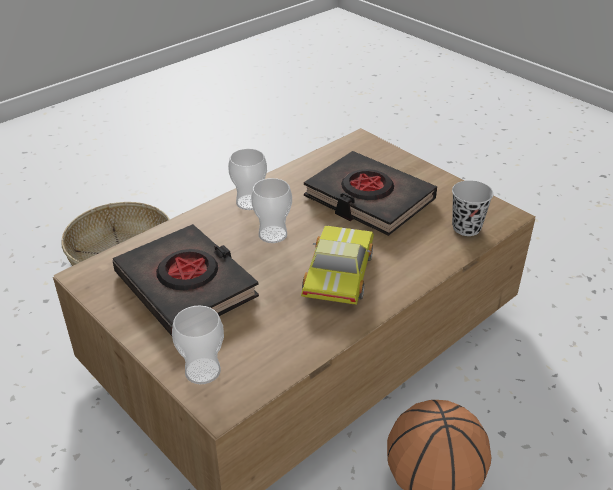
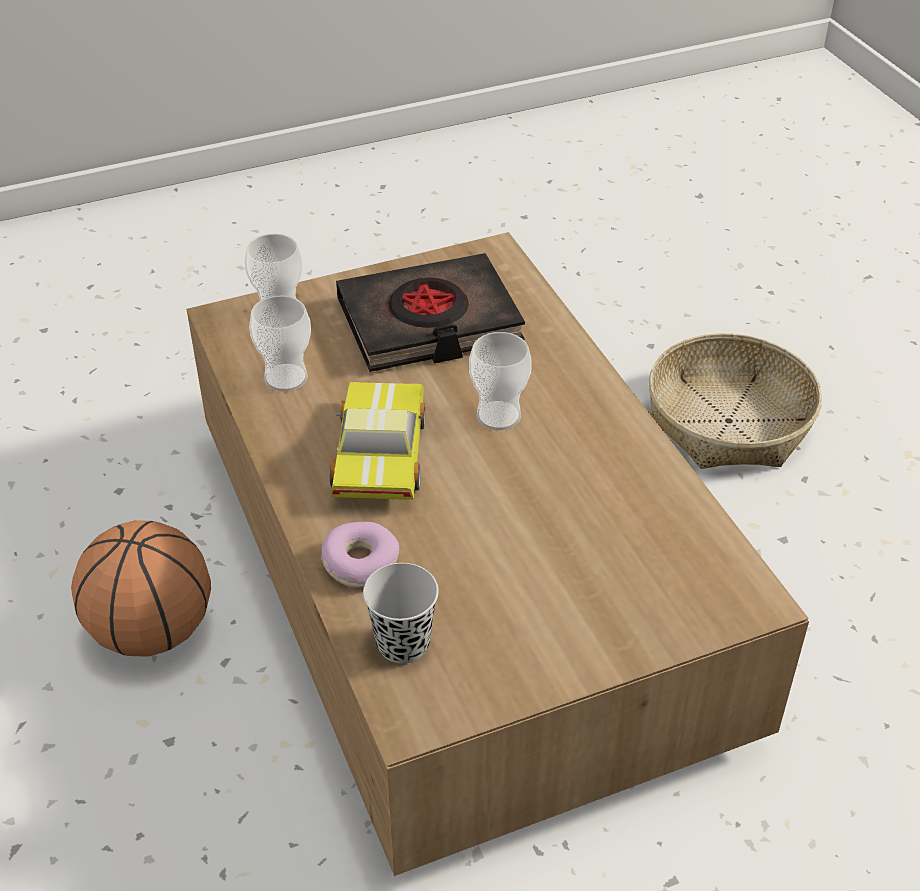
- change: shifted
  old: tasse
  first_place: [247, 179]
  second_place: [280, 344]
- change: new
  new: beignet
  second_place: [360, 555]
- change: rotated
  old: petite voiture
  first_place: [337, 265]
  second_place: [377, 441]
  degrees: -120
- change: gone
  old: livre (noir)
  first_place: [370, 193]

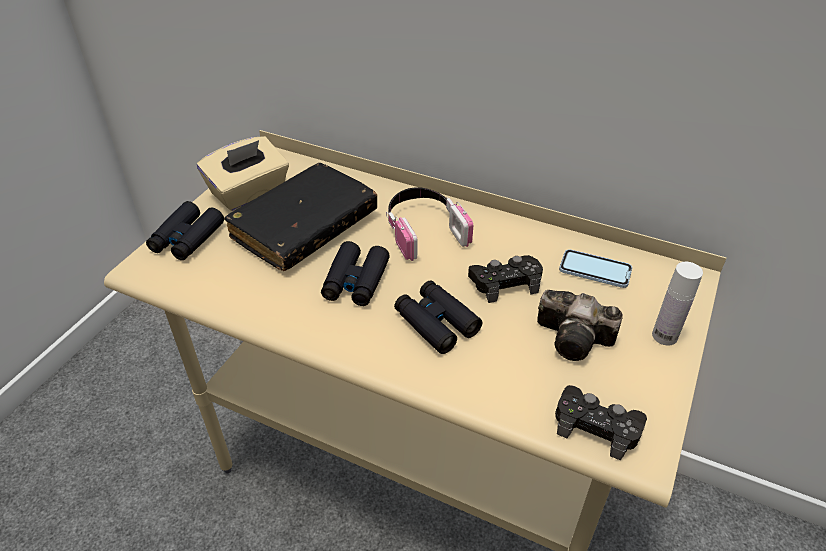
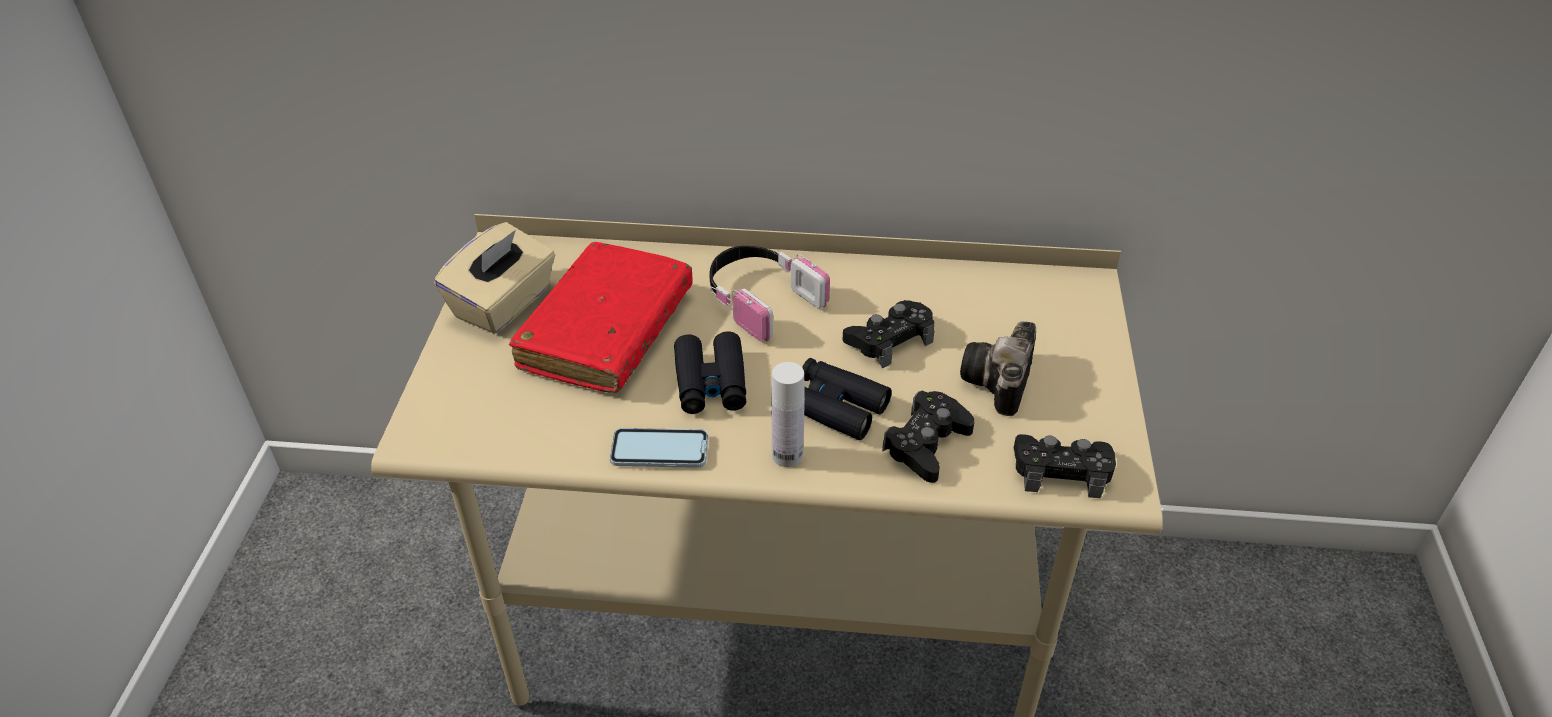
- change: repainted
  old: livre (noir)
  new: livre (rouge)
  first_place: [300, 217]
  second_place: [600, 317]
- change: shifted
  old: téléphone
  first_place: [595, 268]
  second_place: [659, 448]
- change: shifted
  old: bouteille (blanc)
  first_place: [677, 304]
  second_place: [788, 414]
- change: new
  new: manette (noir)
  second_place: [928, 437]
- change: rotated
  old: appareil photo
  first_place: [580, 325]
  second_place: [998, 368]
  degrees: 105
- change: gone
  old: jumelles (noir)
  first_place: [185, 230]

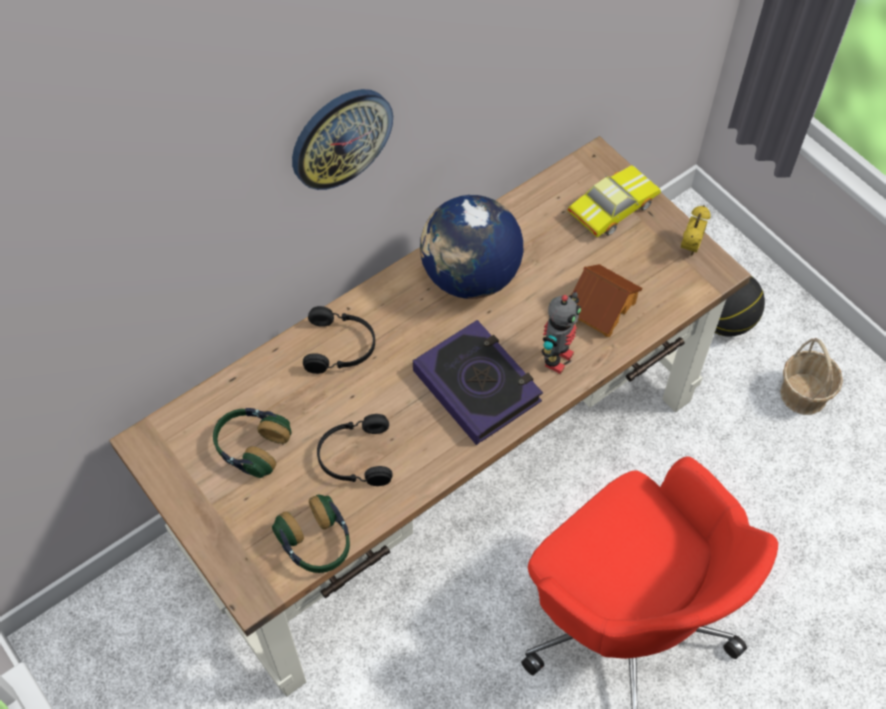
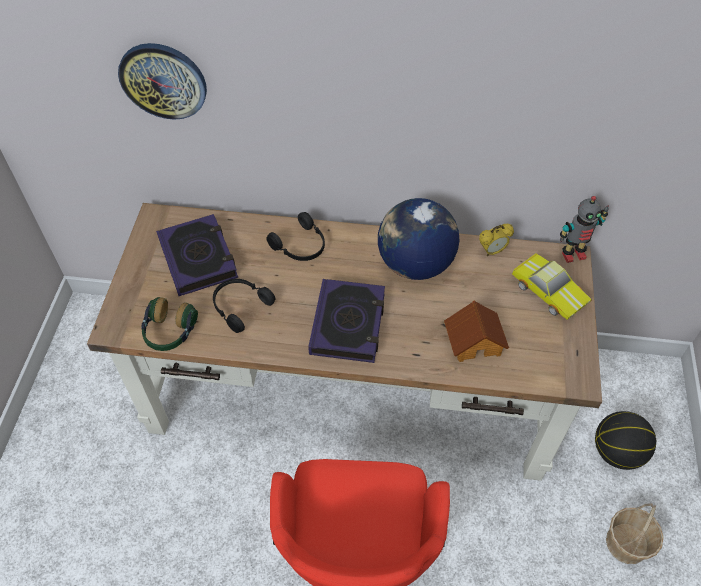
- change: shifted
  old: horloge murale
  first_place: [342, 139]
  second_place: [162, 81]
- change: swapped
  old: casque audio
  new: livre
  first_place: [252, 443]
  second_place: [197, 255]
- change: shifted
  old: réveil
  first_place: [696, 230]
  second_place: [496, 240]
- change: rotated
  old: petite voiture
  first_place: [614, 201]
  second_place: [552, 286]
  degrees: 45
- change: shifted
  old: robot jouet
  first_place: [561, 332]
  second_place: [584, 229]

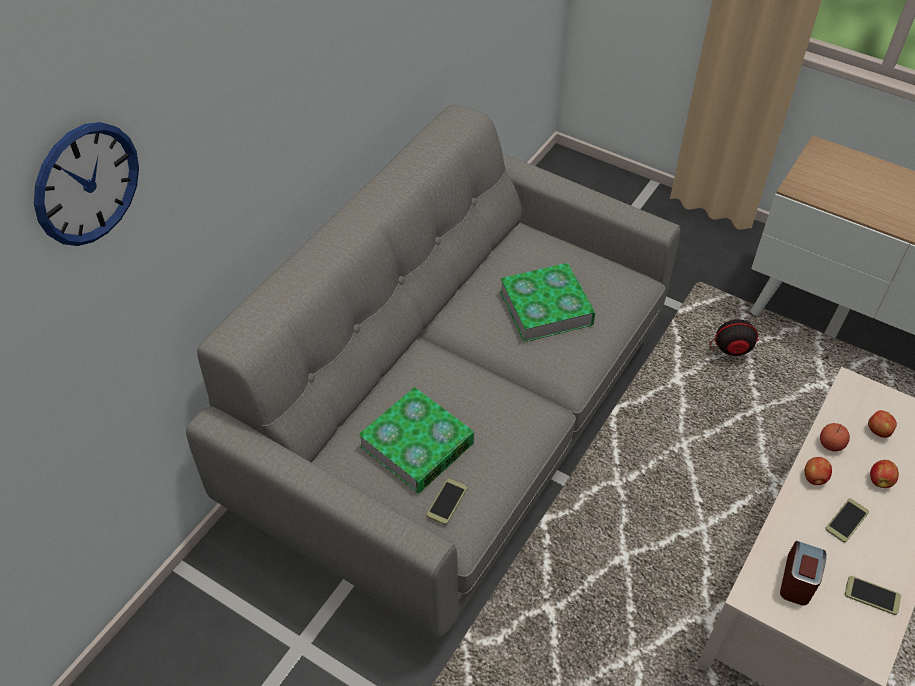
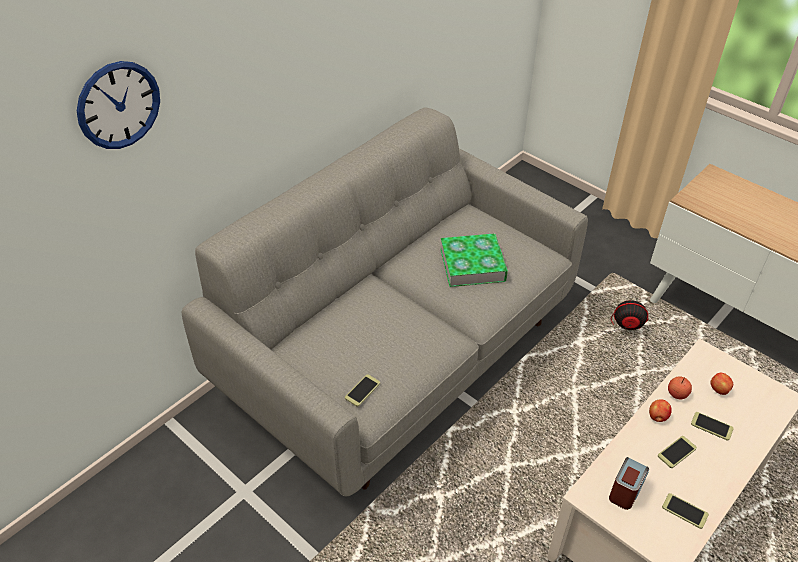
- change: swapped
  old: pomme
  new: téléphone
  first_place: [884, 474]
  second_place: [712, 426]
- change: gone
  old: livre
  first_place: [416, 440]

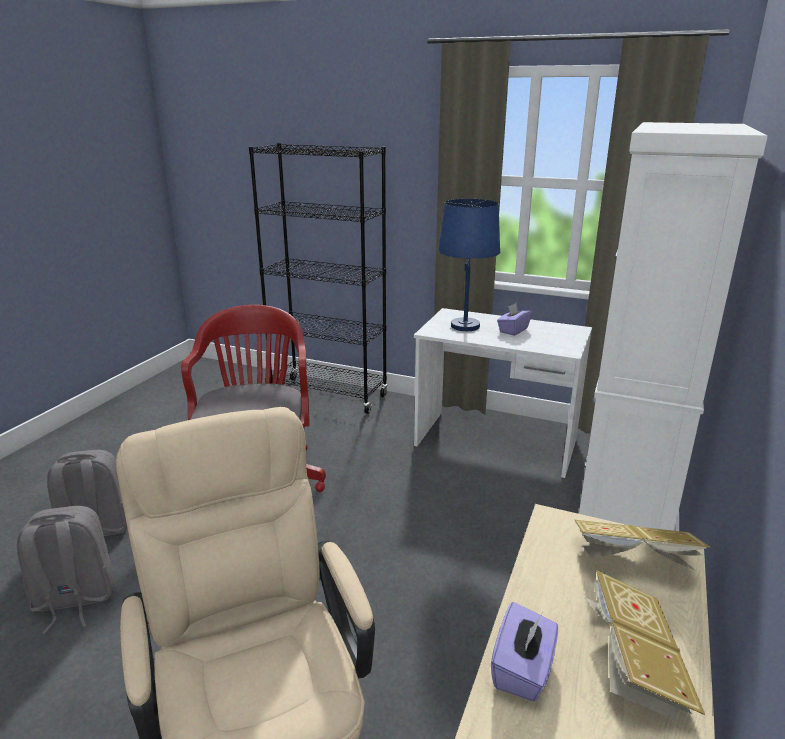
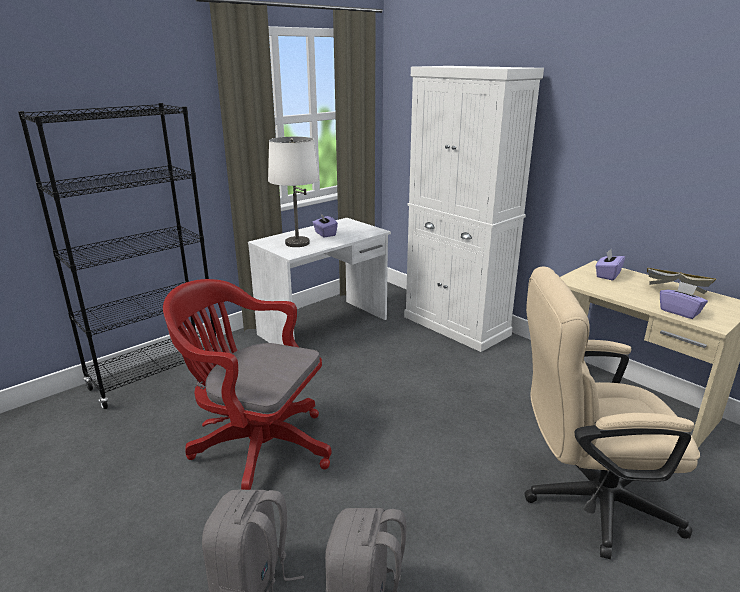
- change: repainted
  old: lampe de table (bleu)
  new: lampe de table (blanc)
  first_place: [469, 265]
  second_place: [294, 192]
- change: swapped
  old: livre
  new: boîte à mouchoirs (violet)
  first_place: [642, 545]
  second_place: [610, 265]

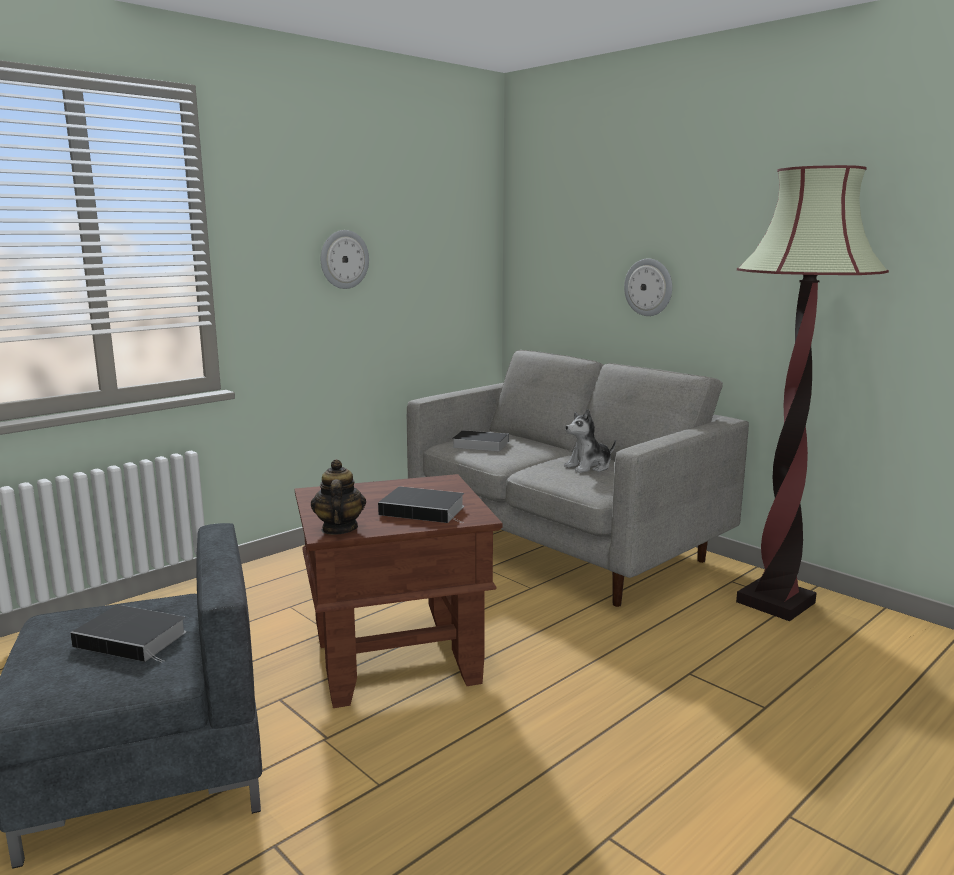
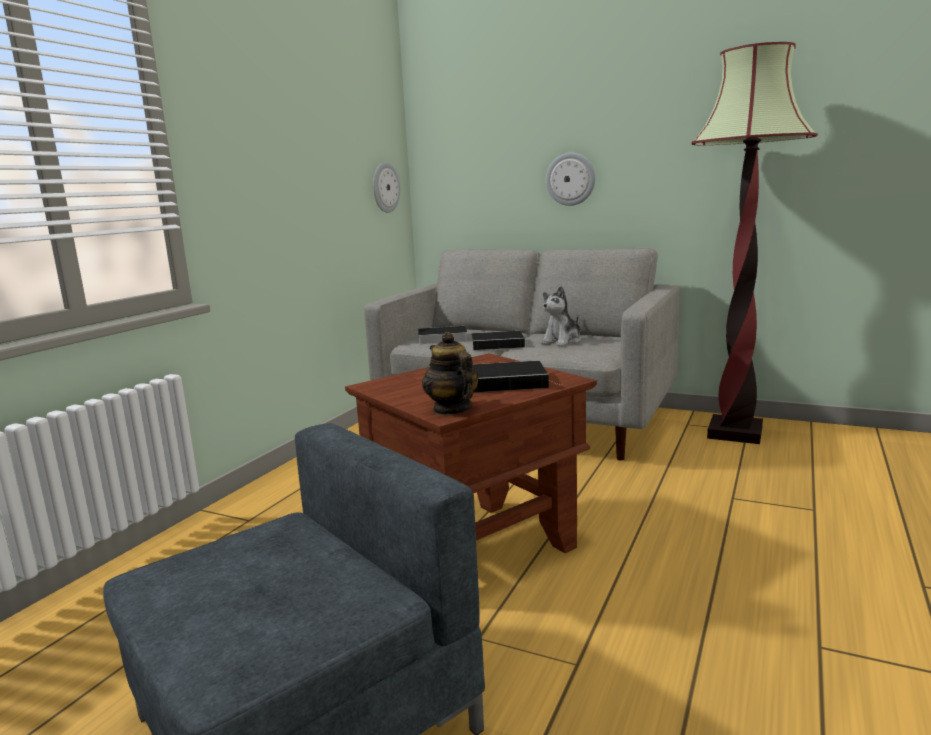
- change: shifted
  old: horloge murale
  first_place: [345, 259]
  second_place: [386, 187]
- change: shifted
  old: livre
  first_place: [128, 633]
  second_place: [502, 340]

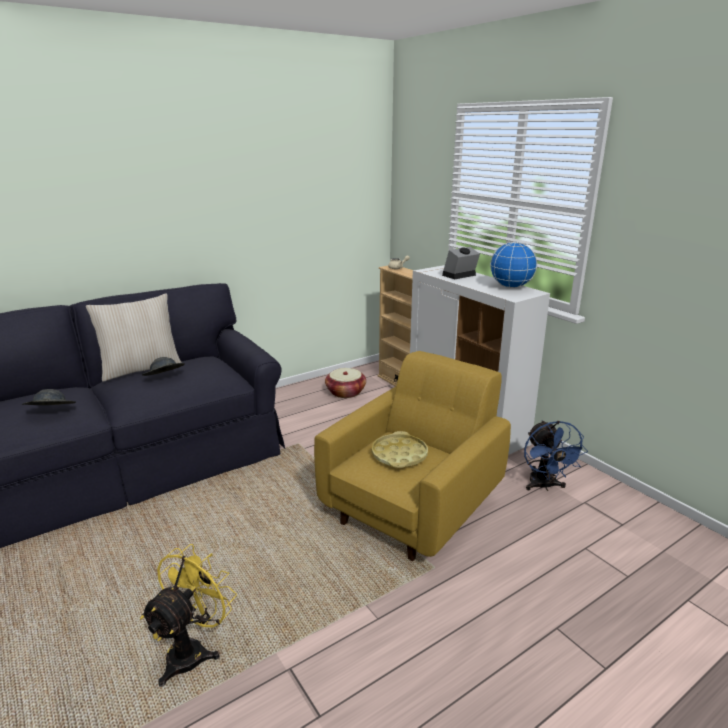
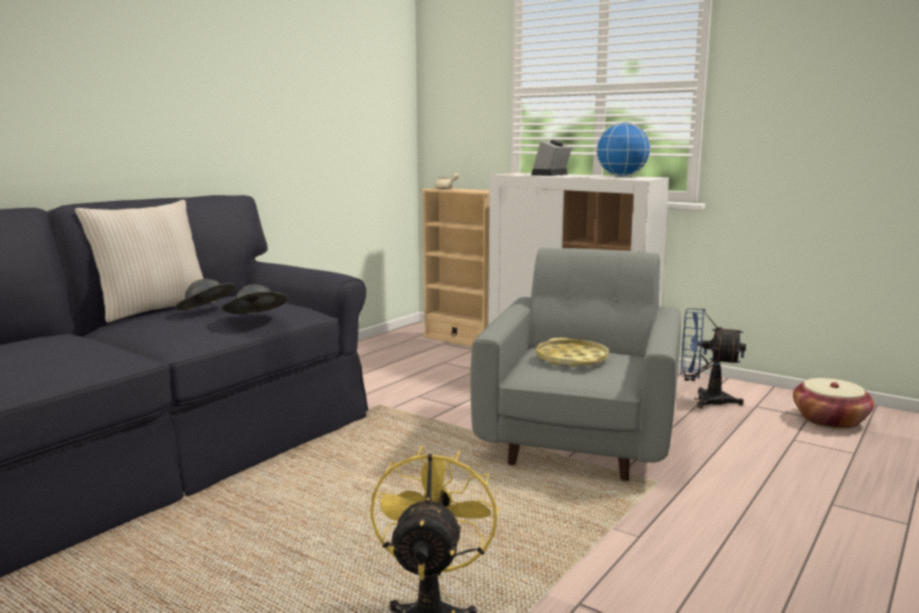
- change: shifted
  old: chapeau (gris)
  first_place: [49, 397]
  second_place: [254, 299]
- change: repainted
  old: fauteuil (jaune)
  new: fauteuil (gris)
  first_place: [412, 456]
  second_place: [575, 364]
- change: rotated
  old: ventilateur (bleu)
  first_place: [556, 456]
  second_place: [713, 358]
  degrees: 135
- change: shifted
  old: panier
  first_place: [345, 383]
  second_place: [833, 403]

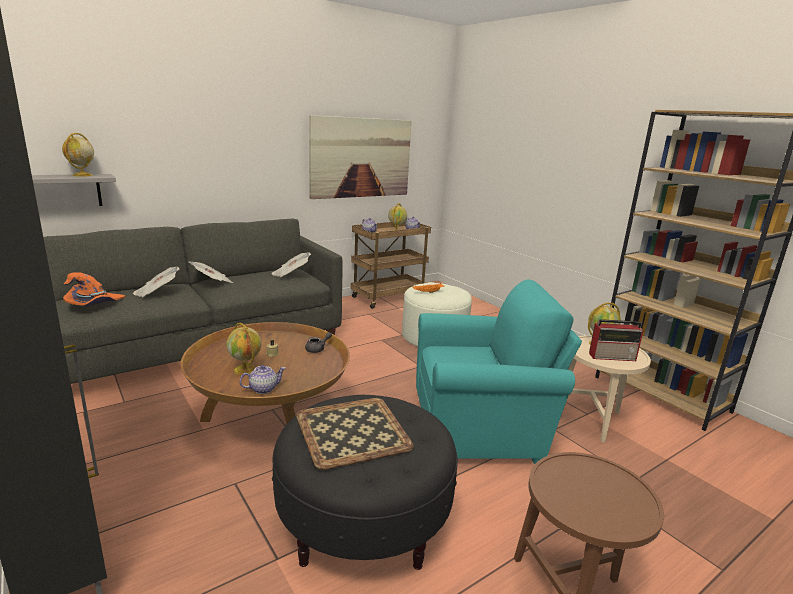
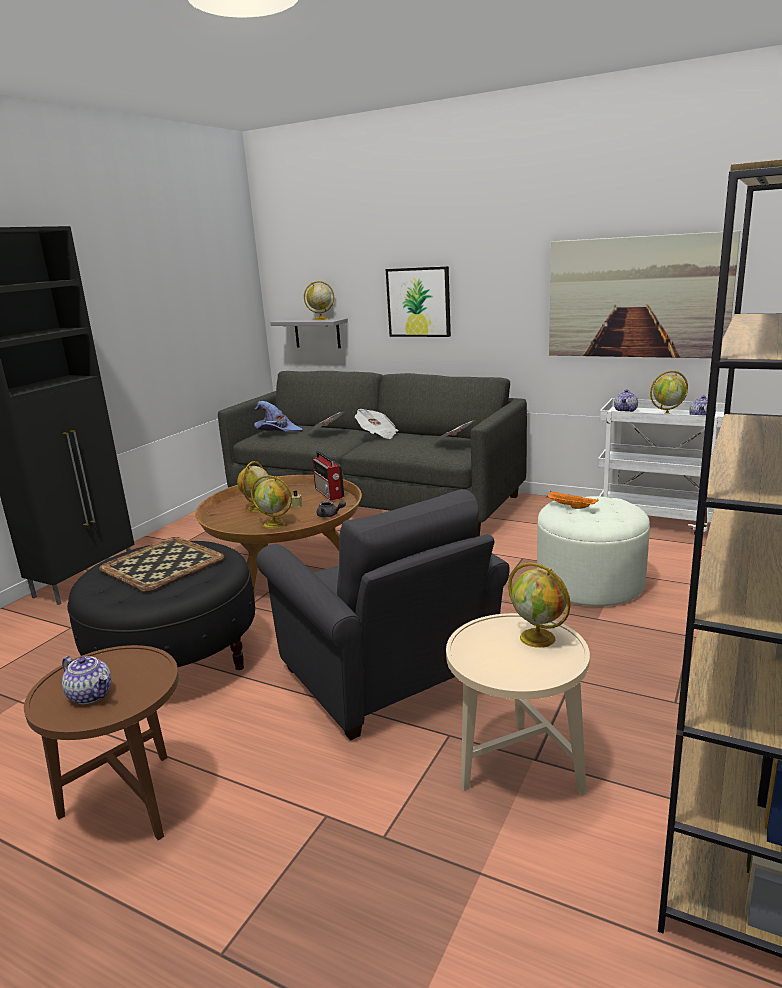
- change: shifted
  old: théière
  first_place: [262, 379]
  second_place: [87, 680]
- change: new
  new: globe
  second_place: [271, 502]
- change: repainted
  old: chapeau (orange)
  new: chapeau (violet)
  first_place: [94, 289]
  second_place: [278, 416]
- change: repainted
  old: fauteuil (turquoise)
  new: fauteuil (gris)
  first_place: [499, 371]
  second_place: [383, 614]
- change: shifted
  old: radio
  first_place: [616, 340]
  second_place: [328, 476]
- change: new
  new: tableau
  second_place: [418, 301]
- change: repainted
  old: chariot (marron)
  new: chariot (blanc)
  first_place: [391, 265]
  second_place: [661, 466]

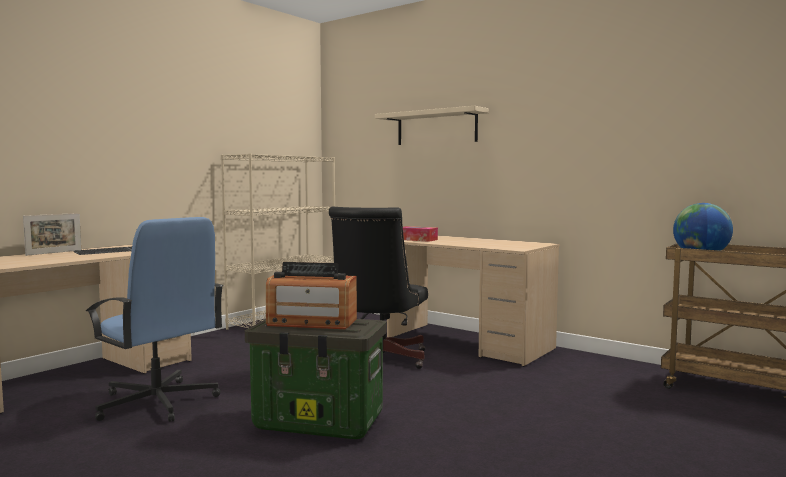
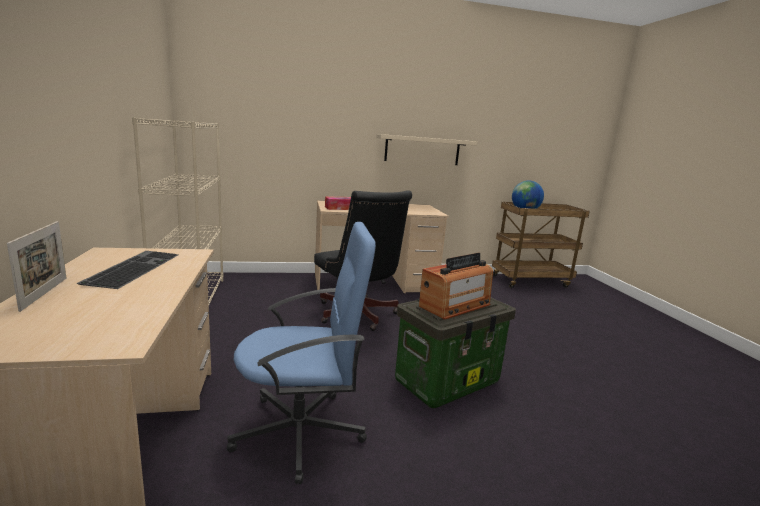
- change: shifted
  old: étagère (beige)
  first_place: [432, 125]
  second_place: [427, 149]

